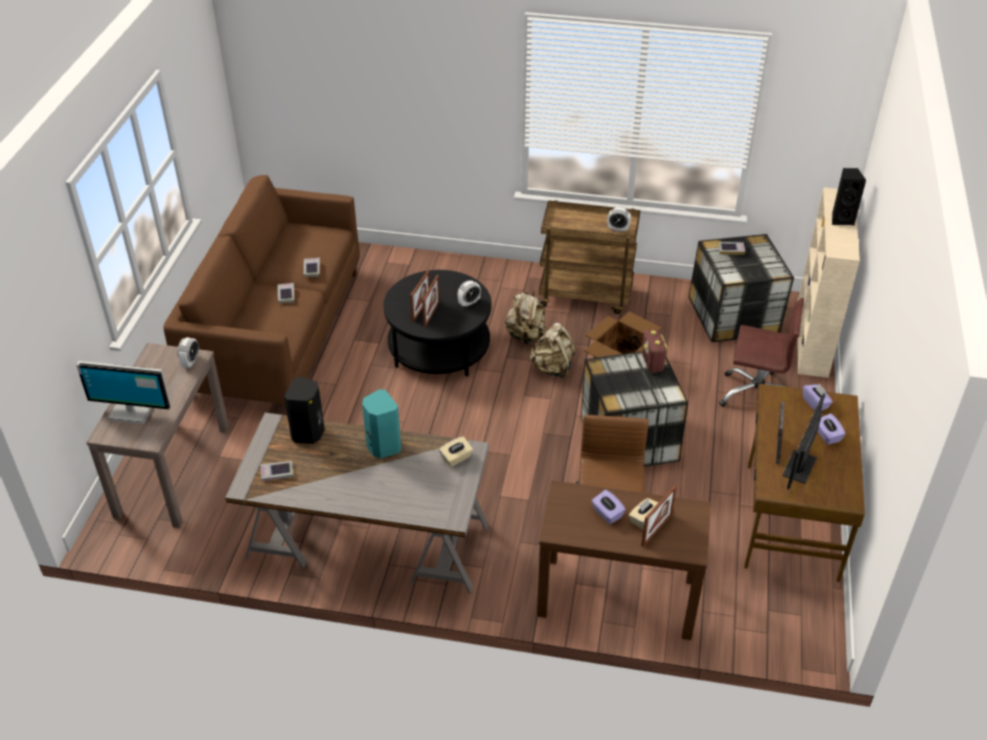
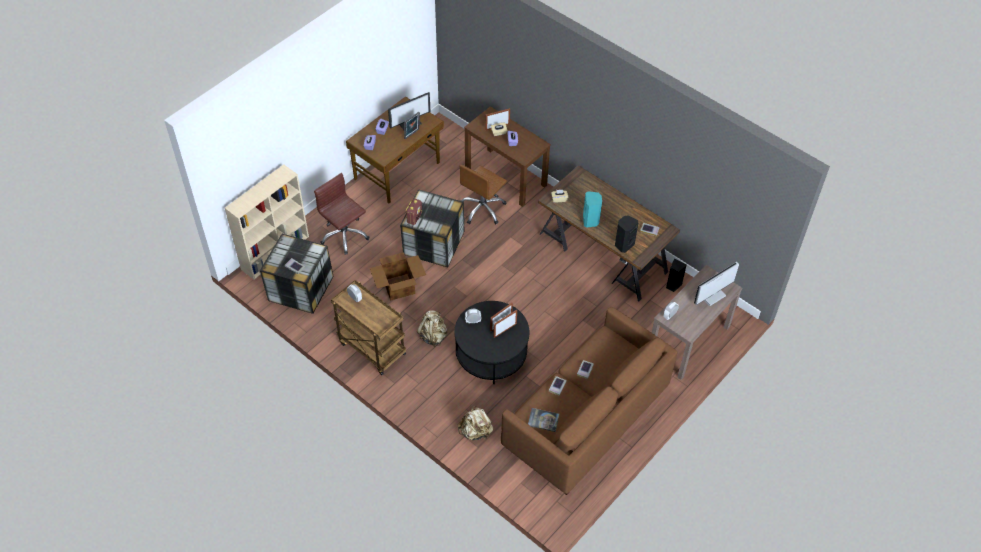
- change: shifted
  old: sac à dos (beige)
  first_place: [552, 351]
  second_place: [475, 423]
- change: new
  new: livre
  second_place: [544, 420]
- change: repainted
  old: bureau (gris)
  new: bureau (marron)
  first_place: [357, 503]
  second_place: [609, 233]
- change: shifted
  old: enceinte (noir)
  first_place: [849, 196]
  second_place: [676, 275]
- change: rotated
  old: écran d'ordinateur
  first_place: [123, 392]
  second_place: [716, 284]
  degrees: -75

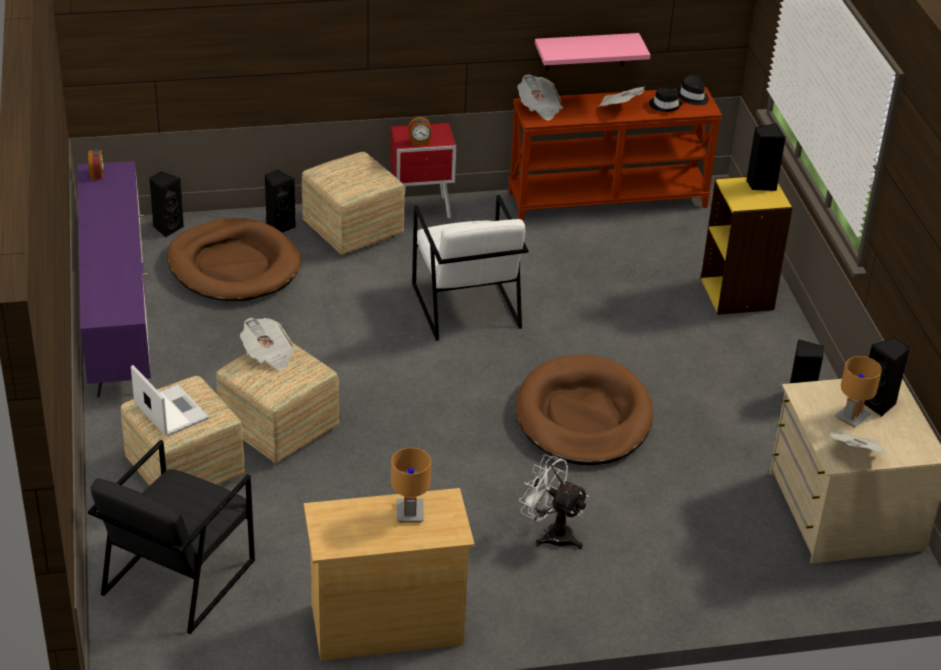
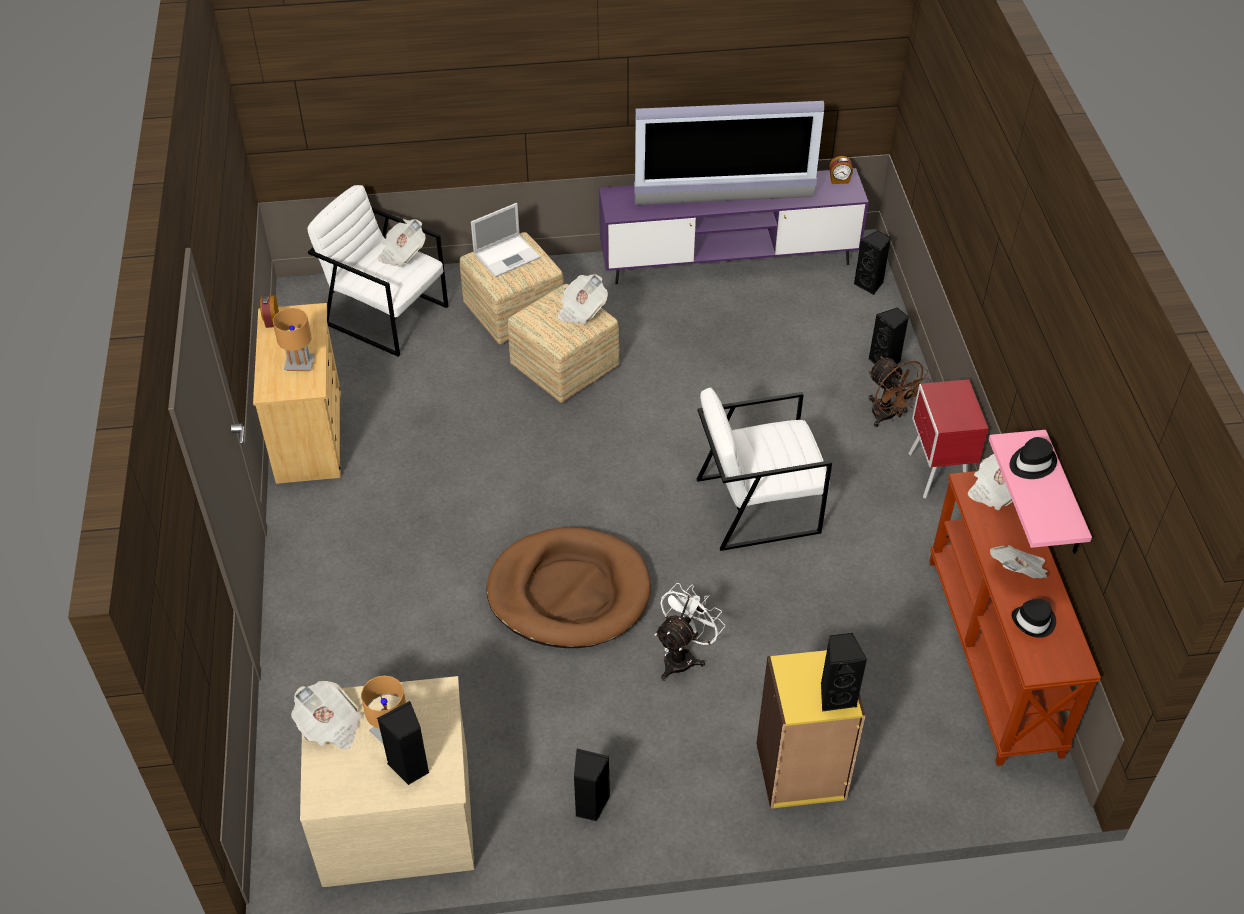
- change: shifted
  old: réveil
  first_place: [420, 131]
  second_place: [269, 311]
- change: repainted
  old: fauteuil (noir)
  new: fauteuil (blanc)
  first_place: [171, 537]
  second_place: [377, 271]
- change: new
  new: journal
  second_place: [402, 243]
- change: new
  new: téléviseur
  second_place: [729, 153]
- change: shifted
  old: ventilateur (blanc)
  first_place: [554, 502]
  second_place: [690, 632]
- change: swapped
  old: pouf
  new: ventilateur (marron)
  first_place: [353, 203]
  second_place: [899, 391]
- change: shifted
  old: chapeau (noir)
  first_place: [693, 90]
  second_place: [1033, 458]
- change: gone
  old: panier pour chien (marron)
  first_place: [234, 259]

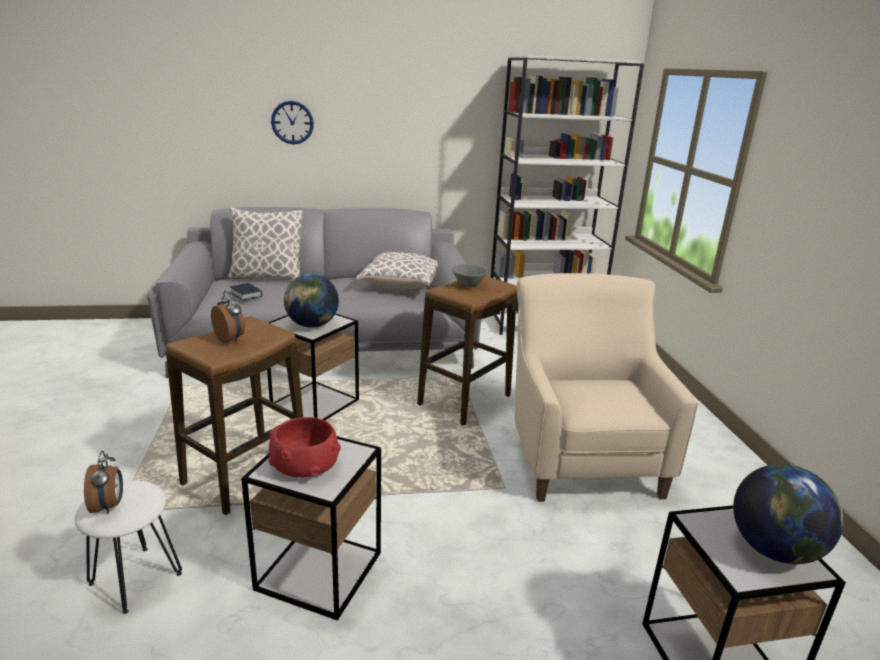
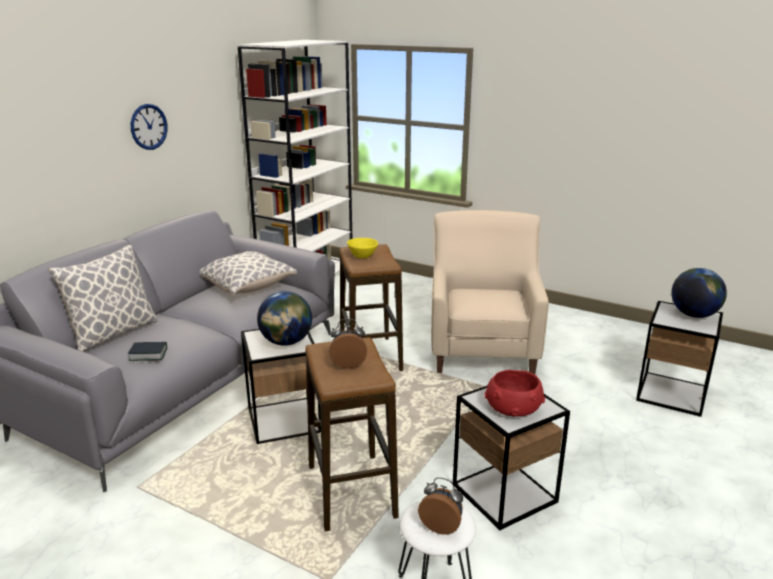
- change: shifted
  old: horloge murale
  first_place: [292, 122]
  second_place: [149, 127]
- change: repainted
  old: bol (gris)
  new: bol (jaune)
  first_place: [469, 276]
  second_place: [362, 248]
- change: rotated
  old: fauteuil (beige)
  first_place: [606, 387]
  second_place: [490, 292]
  degrees: 60

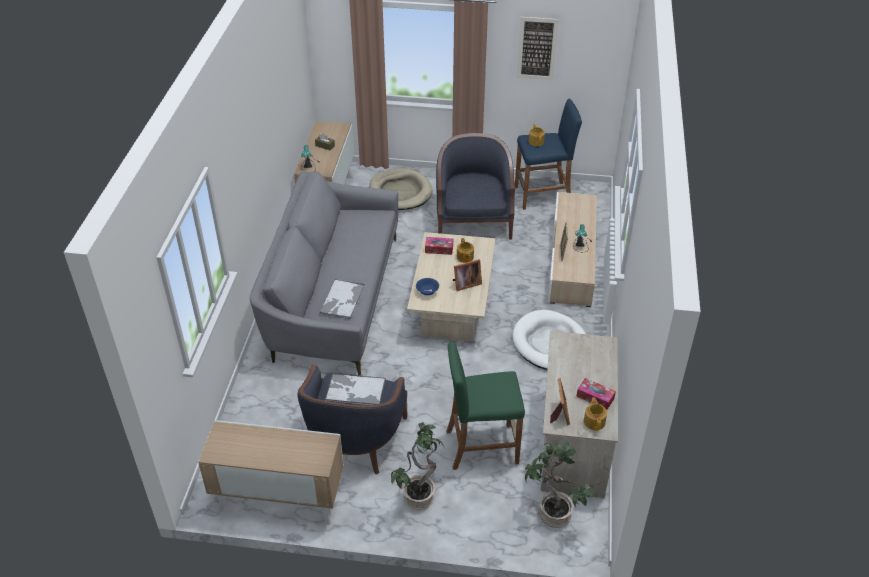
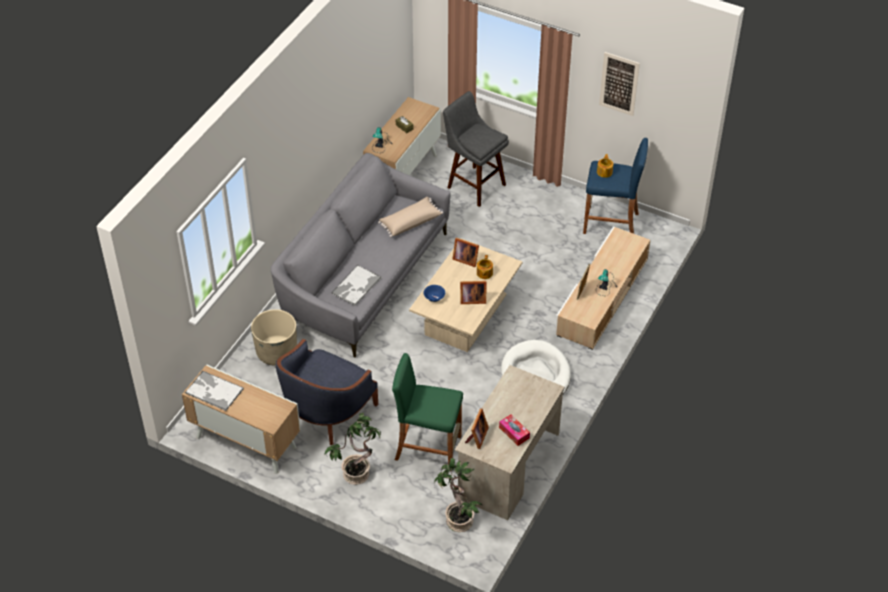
- change: shifted
  old: plateau
  first_place: [355, 389]
  second_place: [214, 391]
- change: new
  new: cache-pot (beige)
  second_place: [274, 337]
- change: new
  new: coussin (beige)
  second_place: [410, 217]
- change: swapped
  old: panier pour chien (beige)
  new: tabouret (gris)
  first_place: [401, 189]
  second_place: [476, 149]
- change: swapped
  old: boîte à mouchoirs
  new: cadre photo
  first_place: [439, 246]
  second_place: [465, 252]
- change: gone
  old: fauteuil (bleu)
  first_place: [475, 186]
- change: gone
  old: théière
  first_place: [595, 413]

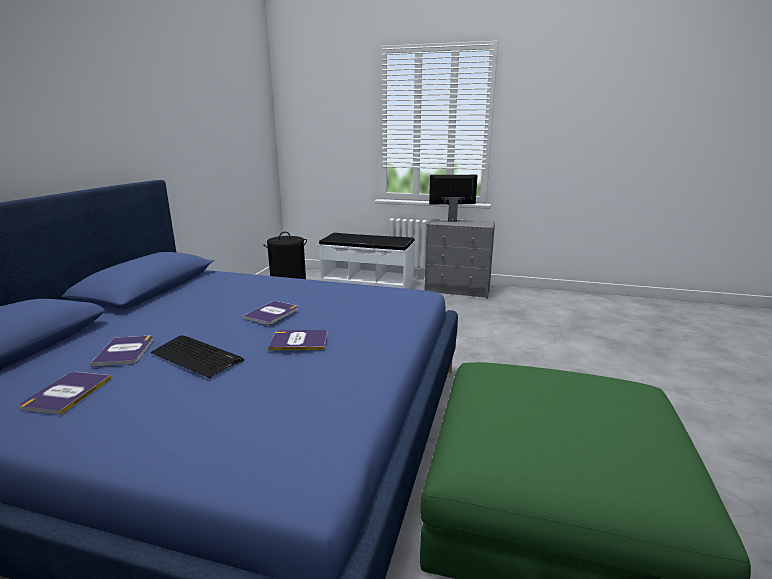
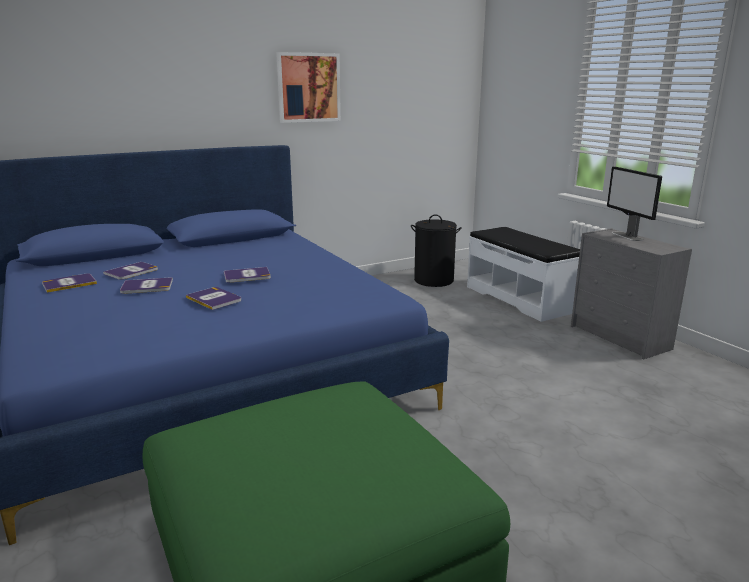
- change: swapped
  old: clavier
  new: livre
  first_place: [197, 356]
  second_place: [146, 285]
- change: new
  new: tableau
  second_place: [308, 87]
- change: rotated
  old: écran d'ordinateur
  first_place: [453, 198]
  second_place: [634, 203]
  degrees: -150

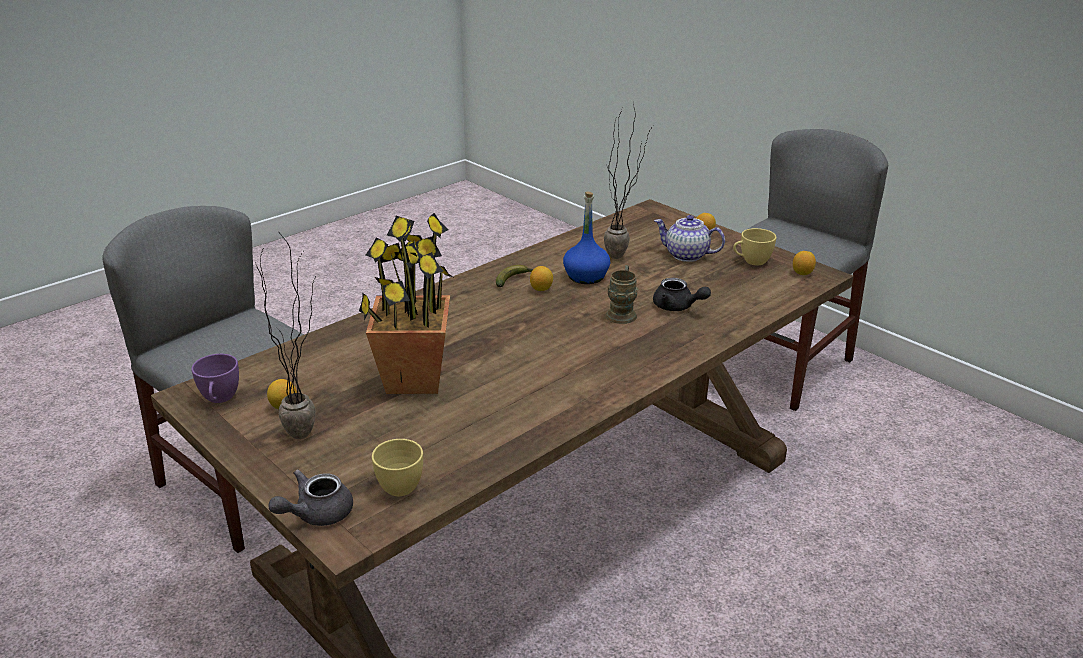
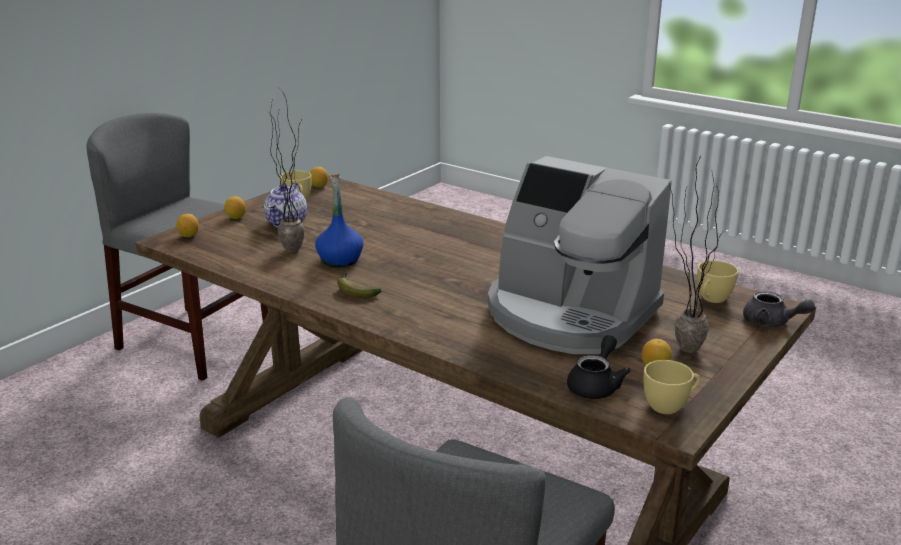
- change: shifted
  old: citron
  first_place: [541, 278]
  second_place: [187, 225]
- change: swapped
  old: plante en pot
  new: machine à café
  first_place: [406, 303]
  second_place: [580, 255]
- change: shifted
  old: théière (noir)
  first_place: [682, 294]
  second_place: [599, 367]
- change: repainted
  old: tasse (violet)
  new: tasse (jaune)
  first_place: [215, 378]
  second_place: [672, 387]
- change: gone
  old: mug (marron)
  first_place: [622, 294]

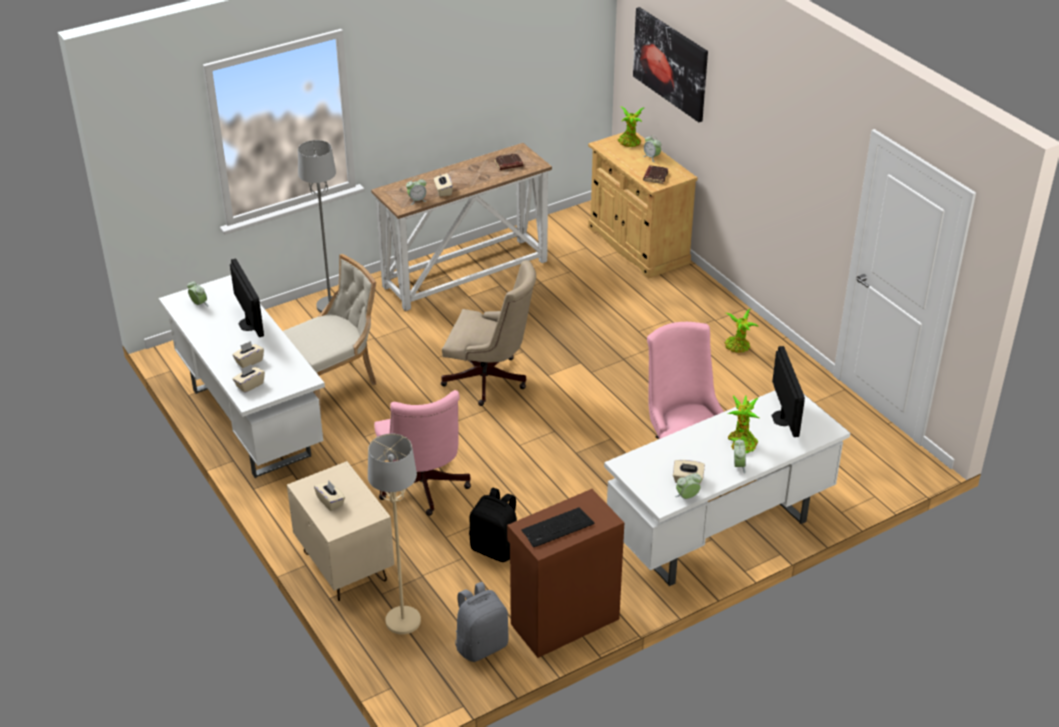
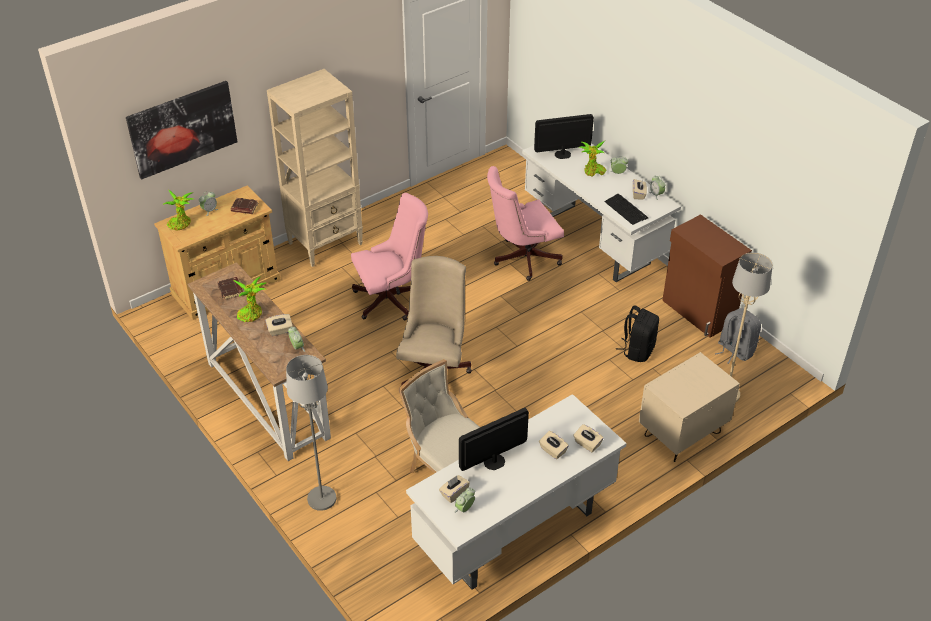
- change: shifted
  old: plante en pot
  first_place: [741, 331]
  second_place: [250, 299]
- change: new
  new: bibliothèque (beige)
  second_place: [315, 168]
- change: shifted
  old: chaise de bureau (rose)
  first_place: [422, 453]
  second_place: [389, 256]
- change: shifted
  old: boîte à mouchoirs (beige)
  first_place: [329, 496]
  second_place: [454, 489]
- change: shifted
  old: clavier
  first_place: [558, 527]
  second_place: [626, 209]

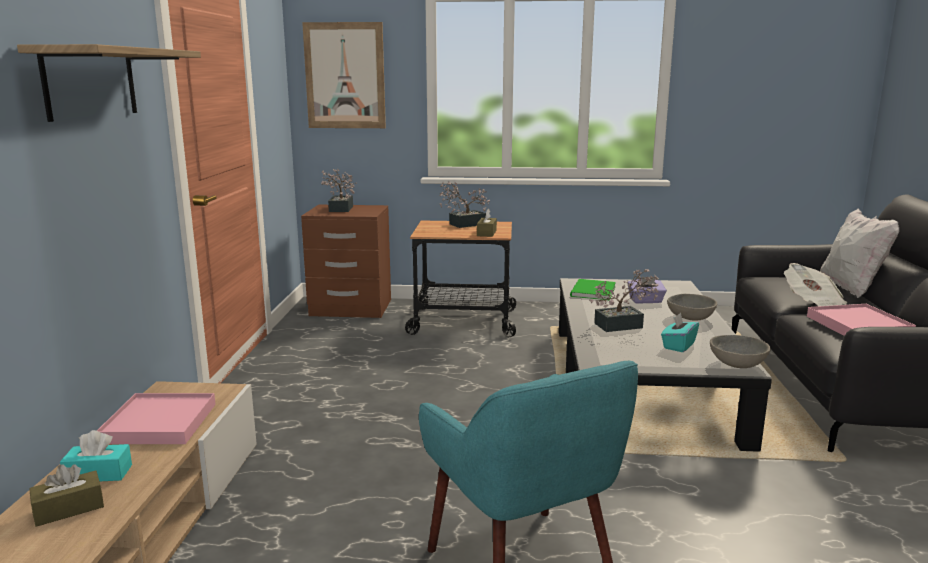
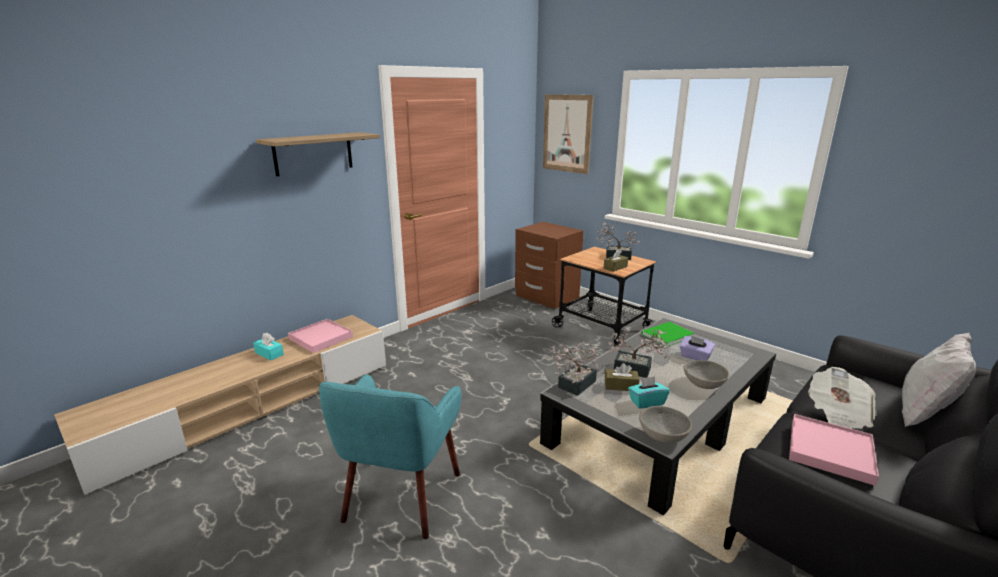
- change: shifted
  old: plante en pot
  first_place: [339, 190]
  second_place: [574, 369]
- change: shifted
  old: boîte à mouchoirs (marron)
  first_place: [66, 495]
  second_place: [622, 377]

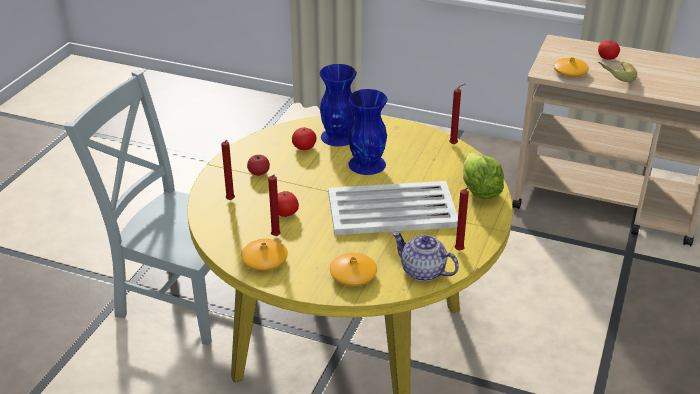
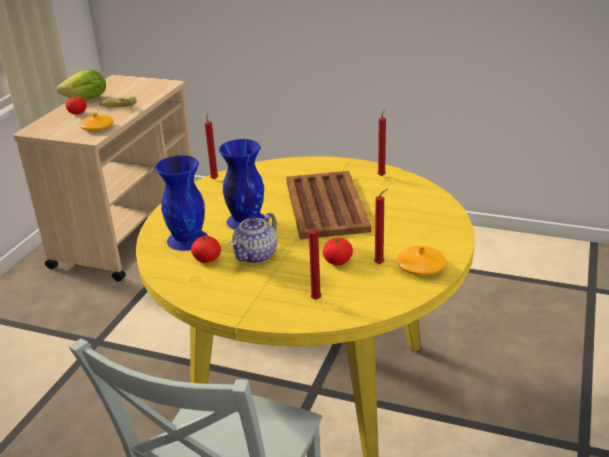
- change: shifted
  old: laitue
  first_place: [483, 176]
  second_place: [81, 84]
- change: shifted
  old: théière
  first_place: [425, 256]
  second_place: [253, 238]
- change: repainted
  old: plateau (blanc)
  new: plateau (marron)
  first_place: [393, 208]
  second_place: [328, 205]
- change: gone
  old: tomate
  first_place: [258, 165]
- change: gone
  old: vase (orange)
  first_place: [353, 269]

